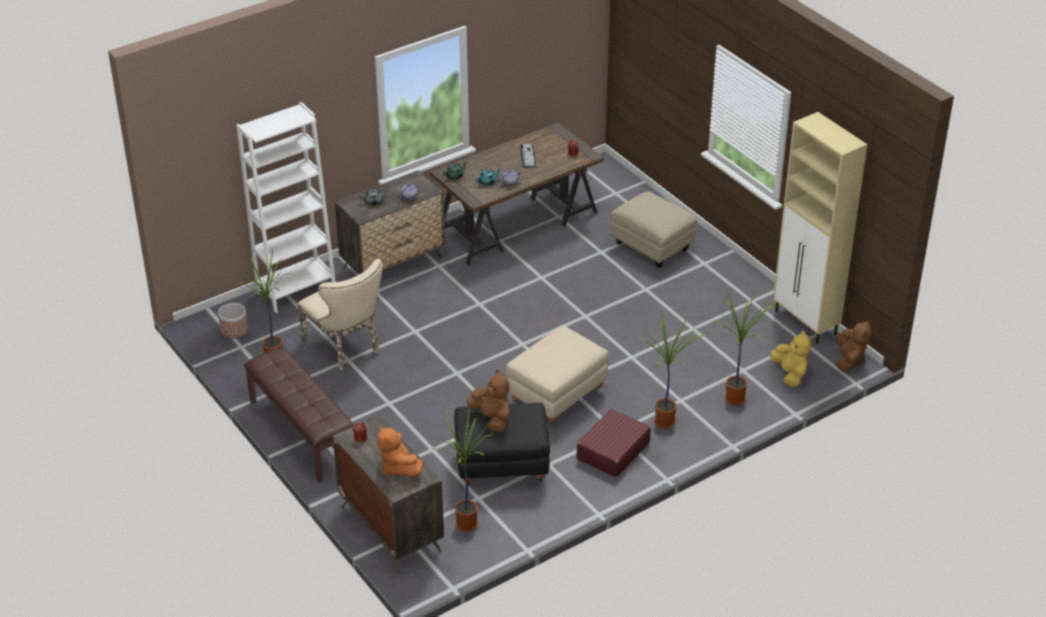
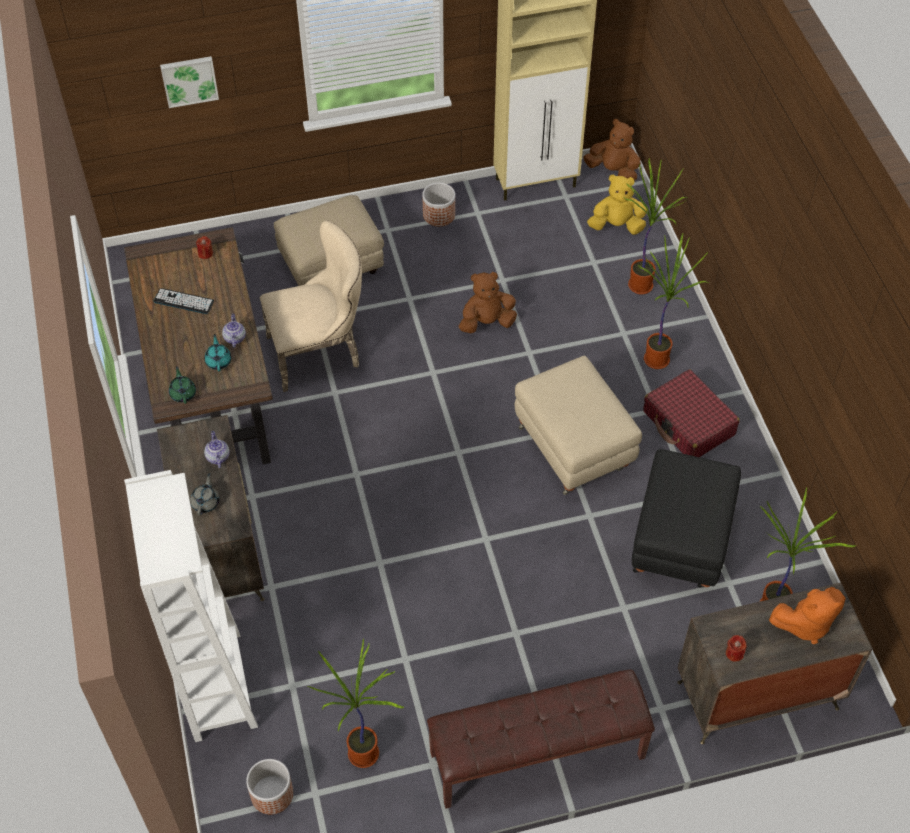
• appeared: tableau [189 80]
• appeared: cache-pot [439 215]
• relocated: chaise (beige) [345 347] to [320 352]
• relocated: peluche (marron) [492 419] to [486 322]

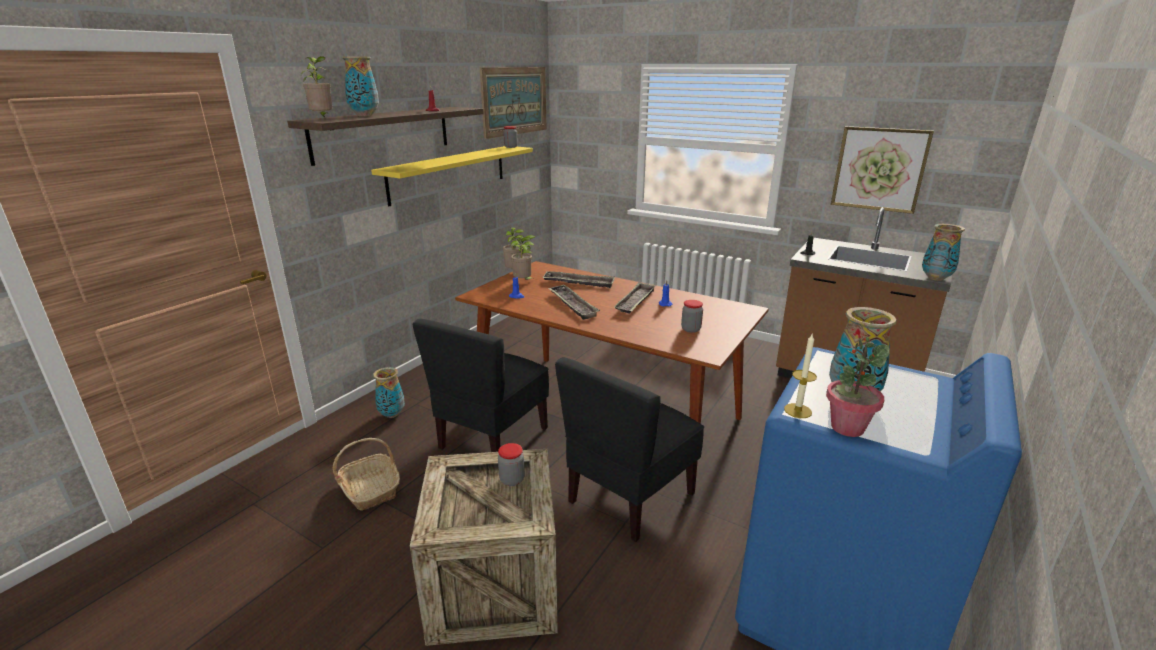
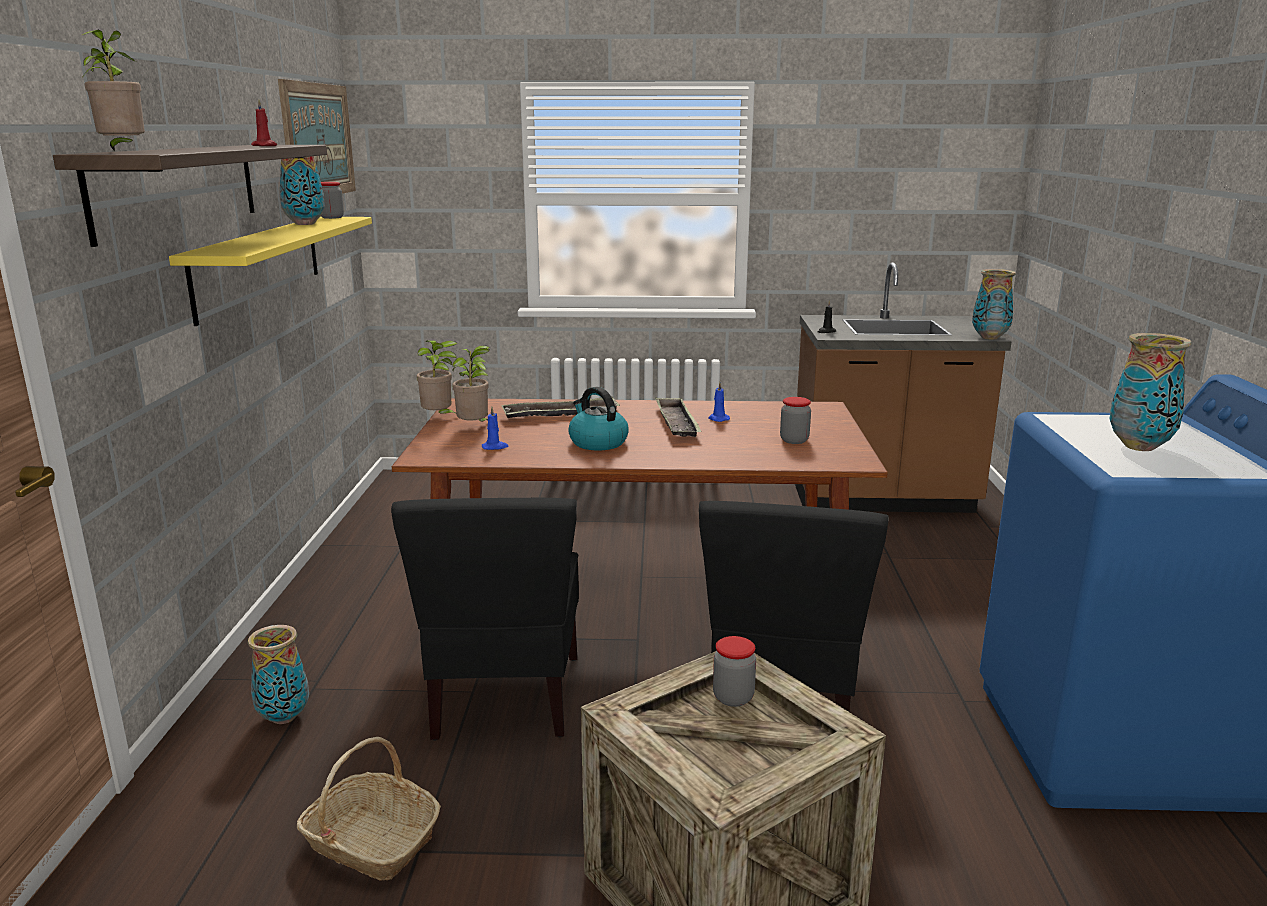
• missing: bougie [797 411]
• missing: plante en pot [847 427]
• missing: tableau [879 169]
• relocated: vase [364 116] to [304 224]
• exchanged: plateau [572 305] to bouilloire [597 442]

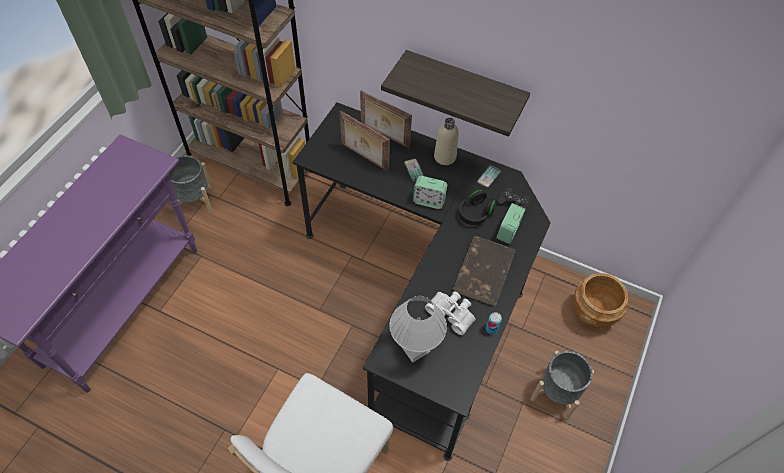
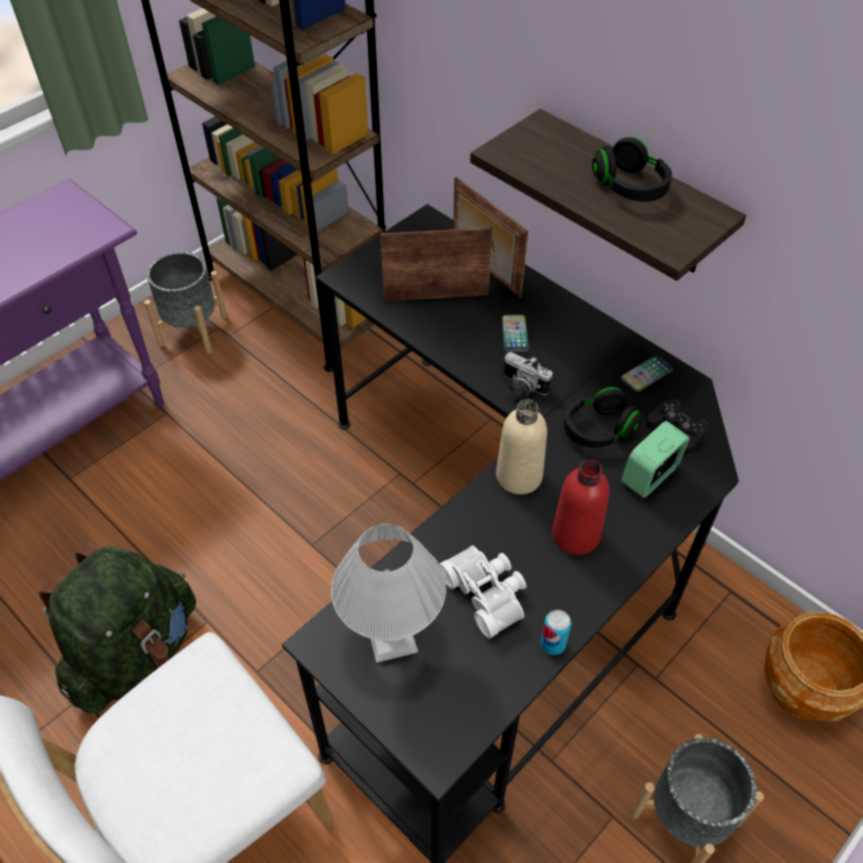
• appeared: sac à dos (vert) [135 653]
• appeared: casque audio (noir) [629 187]
• relocated: bouteille (beige) [445 157] to [519 476]
• exchanged: réveil [429 201] to appareil photo [521 389]
• exchanged: livre (marron) [483 272] to bouteille (rouge) [575 535]
• spun: cadre photo [364 158] = [436 296] 120 degrees clockwise

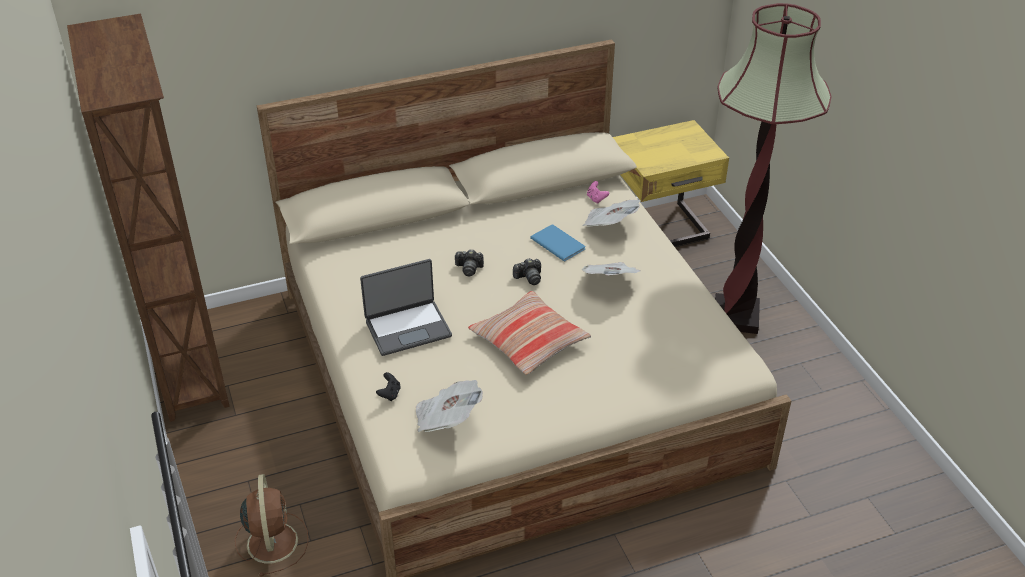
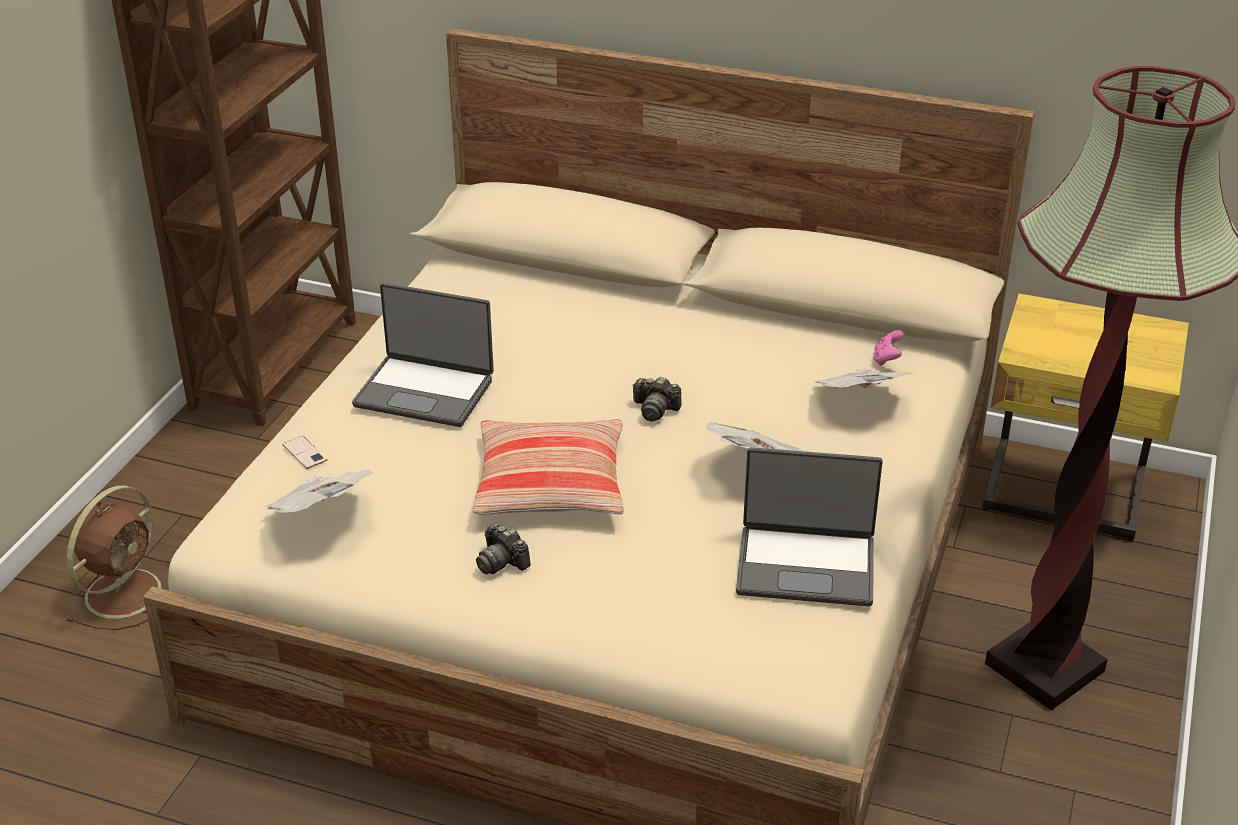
• missing: livre (bleu) [558 242]
• appeared: ordinateur portable [806 565]
• relocated: appareil photo [469 268] to [502 561]
• exchanged: manette (noir) [389 394] to téléphone [304 453]

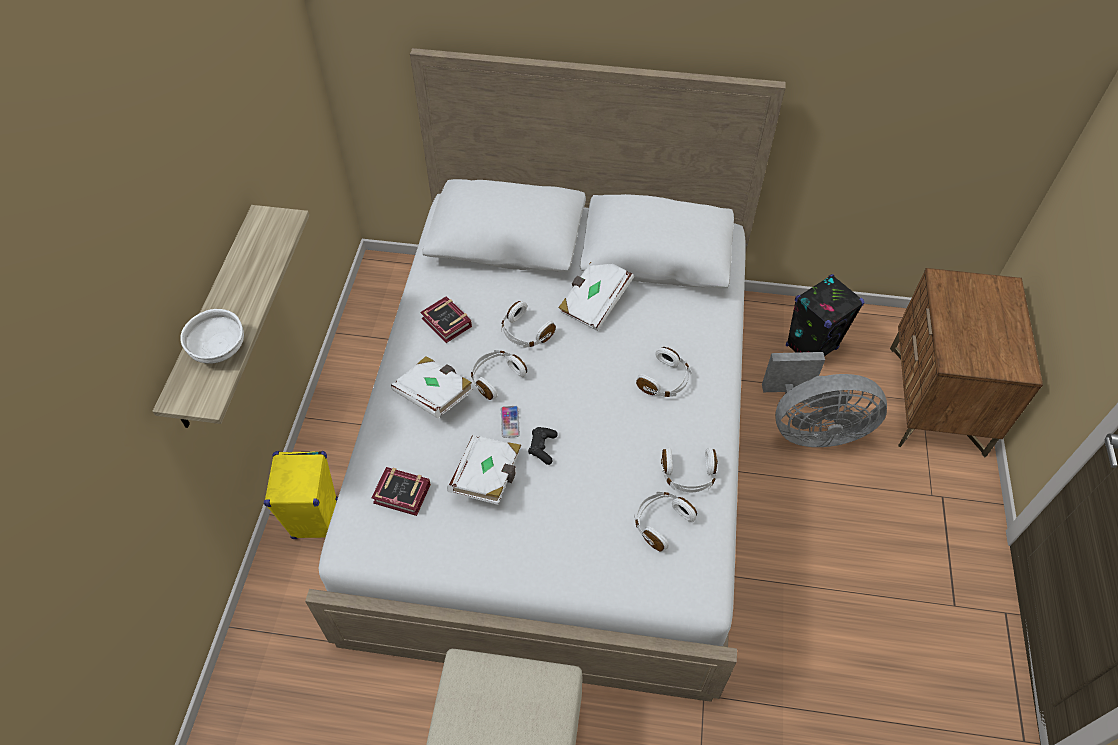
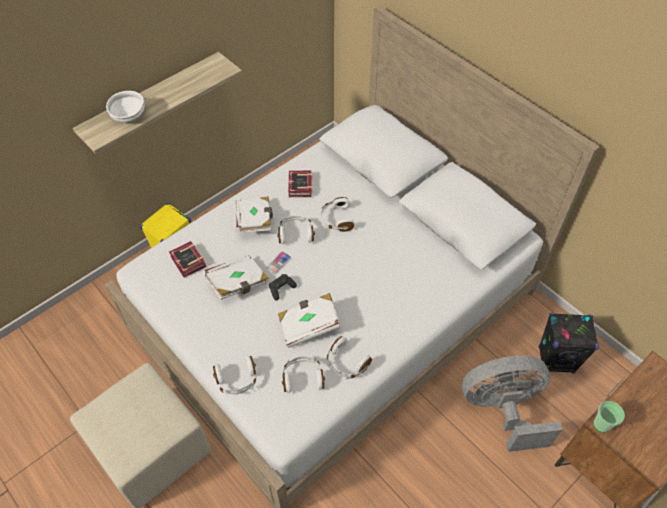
• appeared: tasse [601 424]
• relocated: livre (blanc) [594 302] to [309 325]
• relocated: casque audio (blanc) [665 381] to [237 380]
• spun: ventilateur (gris) [811 429] = [502 410] 135 degrees clockwise

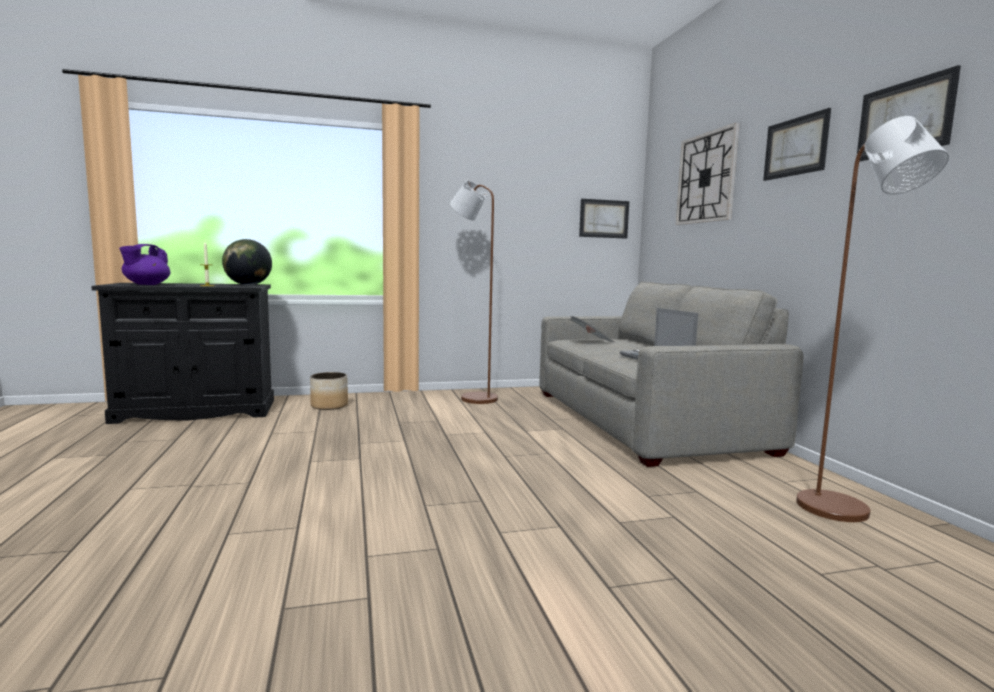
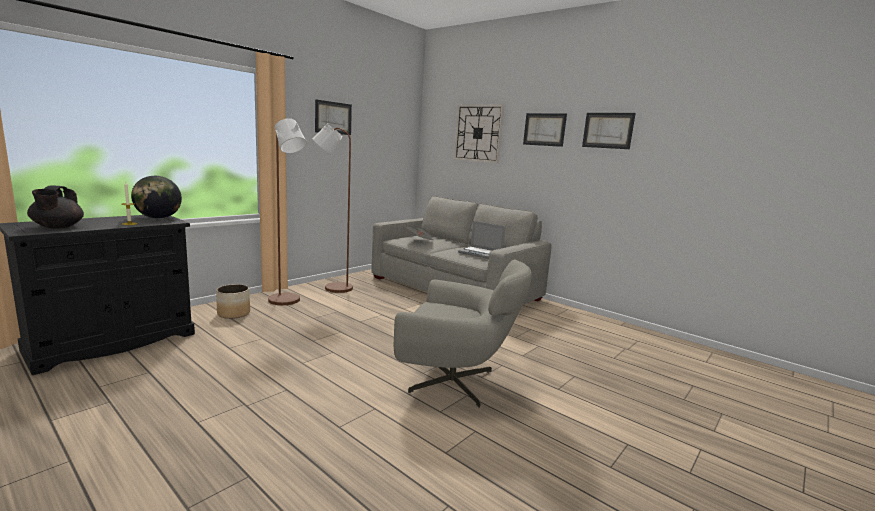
• appeared: fauteuil (gris) [456 382]
• relocated: tableau [604 218] to [333 118]
• relocated: lampadaire (marron) [842 513] to [287 301]
• colour: théière (violet) [146 284] to théière (noir) [57 227]

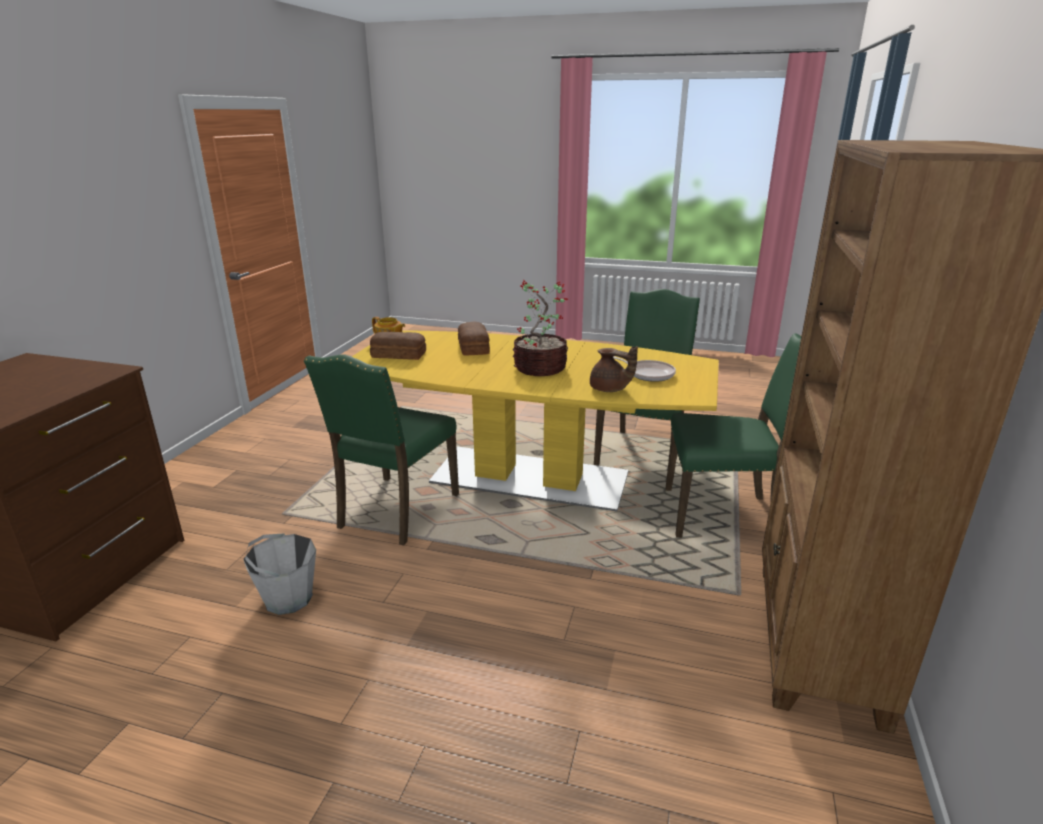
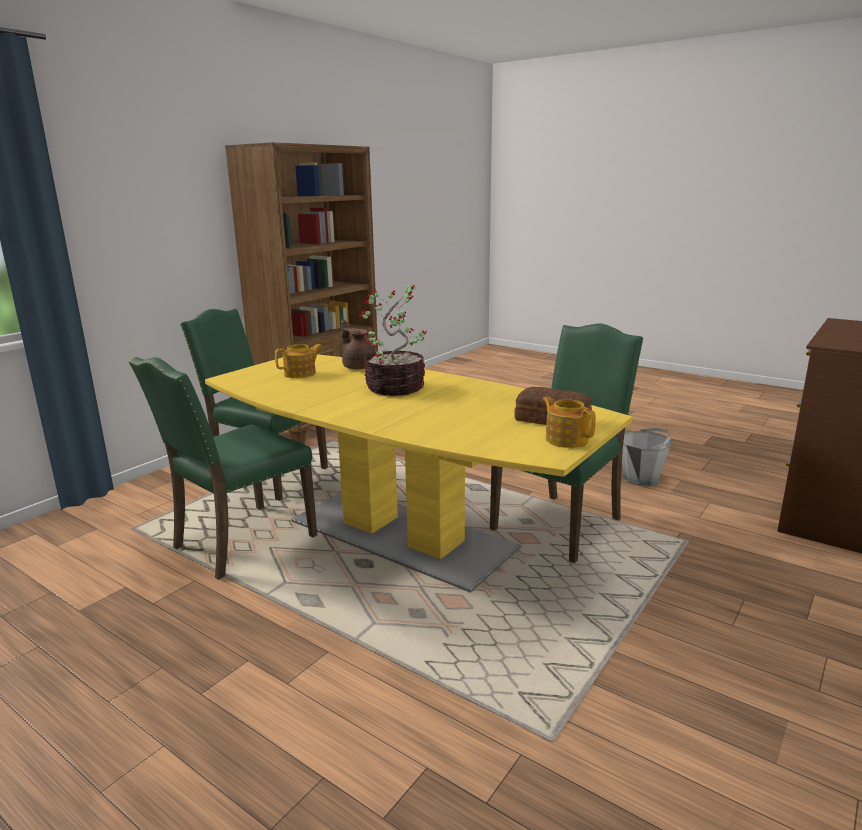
• missing: pain [474 347]
• exchanged: poêle [648 374] to théière [301 374]

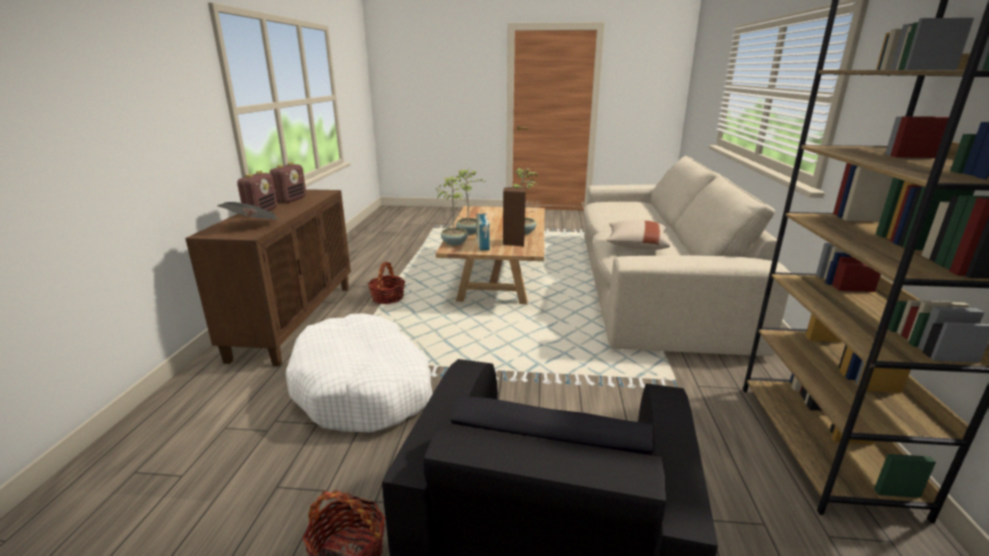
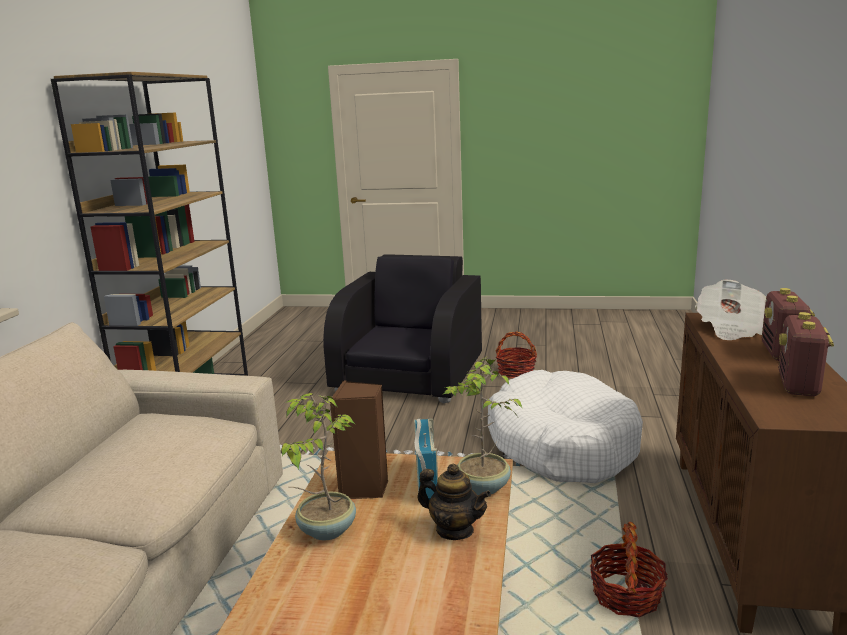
• missing: coussin (beige) [636 246]
• exchanged: plante en pot [469 232] to théière [454 530]

